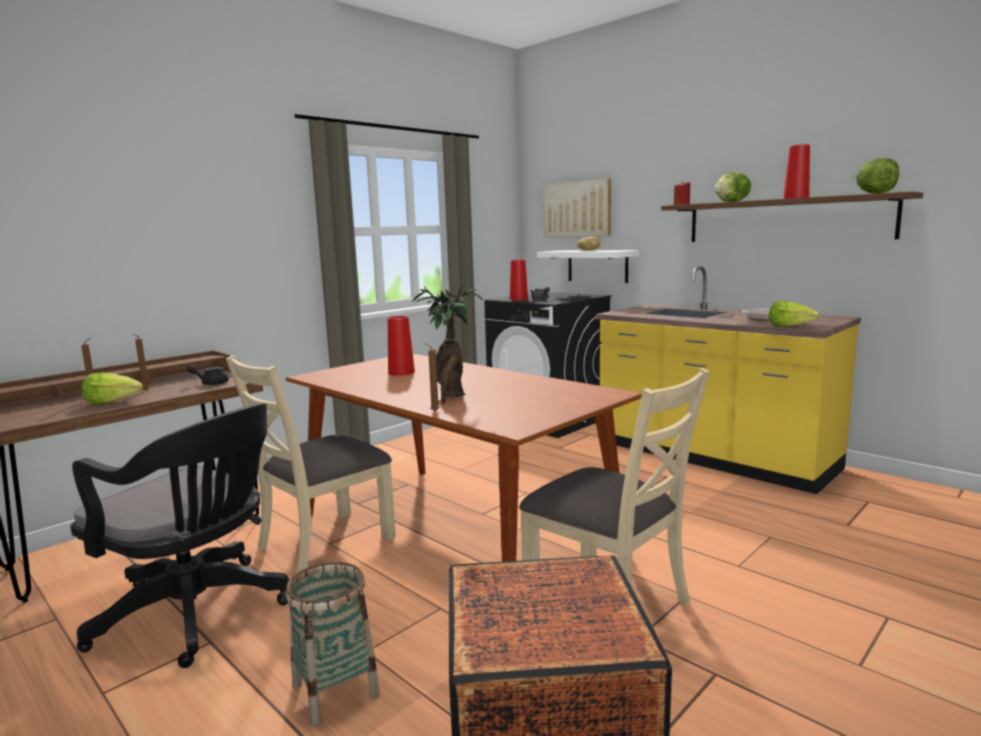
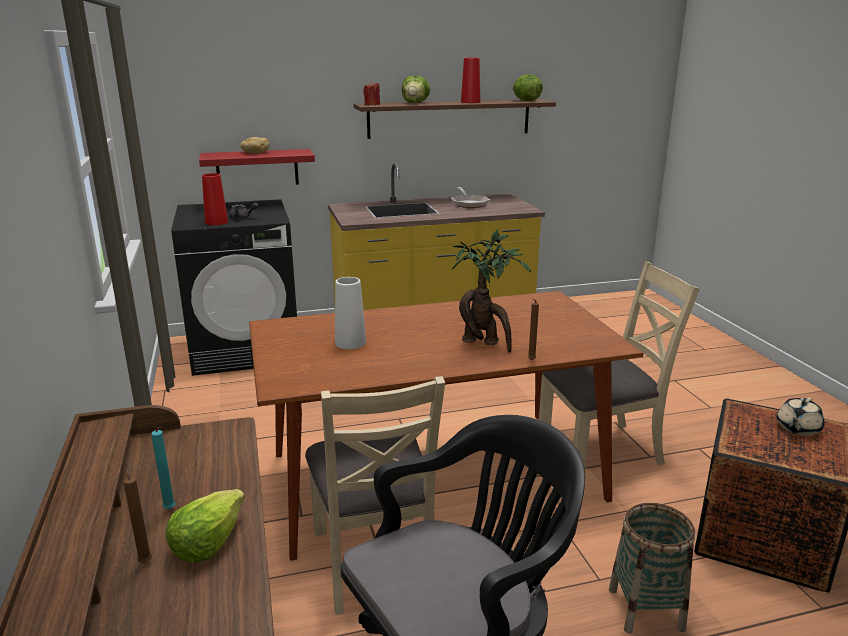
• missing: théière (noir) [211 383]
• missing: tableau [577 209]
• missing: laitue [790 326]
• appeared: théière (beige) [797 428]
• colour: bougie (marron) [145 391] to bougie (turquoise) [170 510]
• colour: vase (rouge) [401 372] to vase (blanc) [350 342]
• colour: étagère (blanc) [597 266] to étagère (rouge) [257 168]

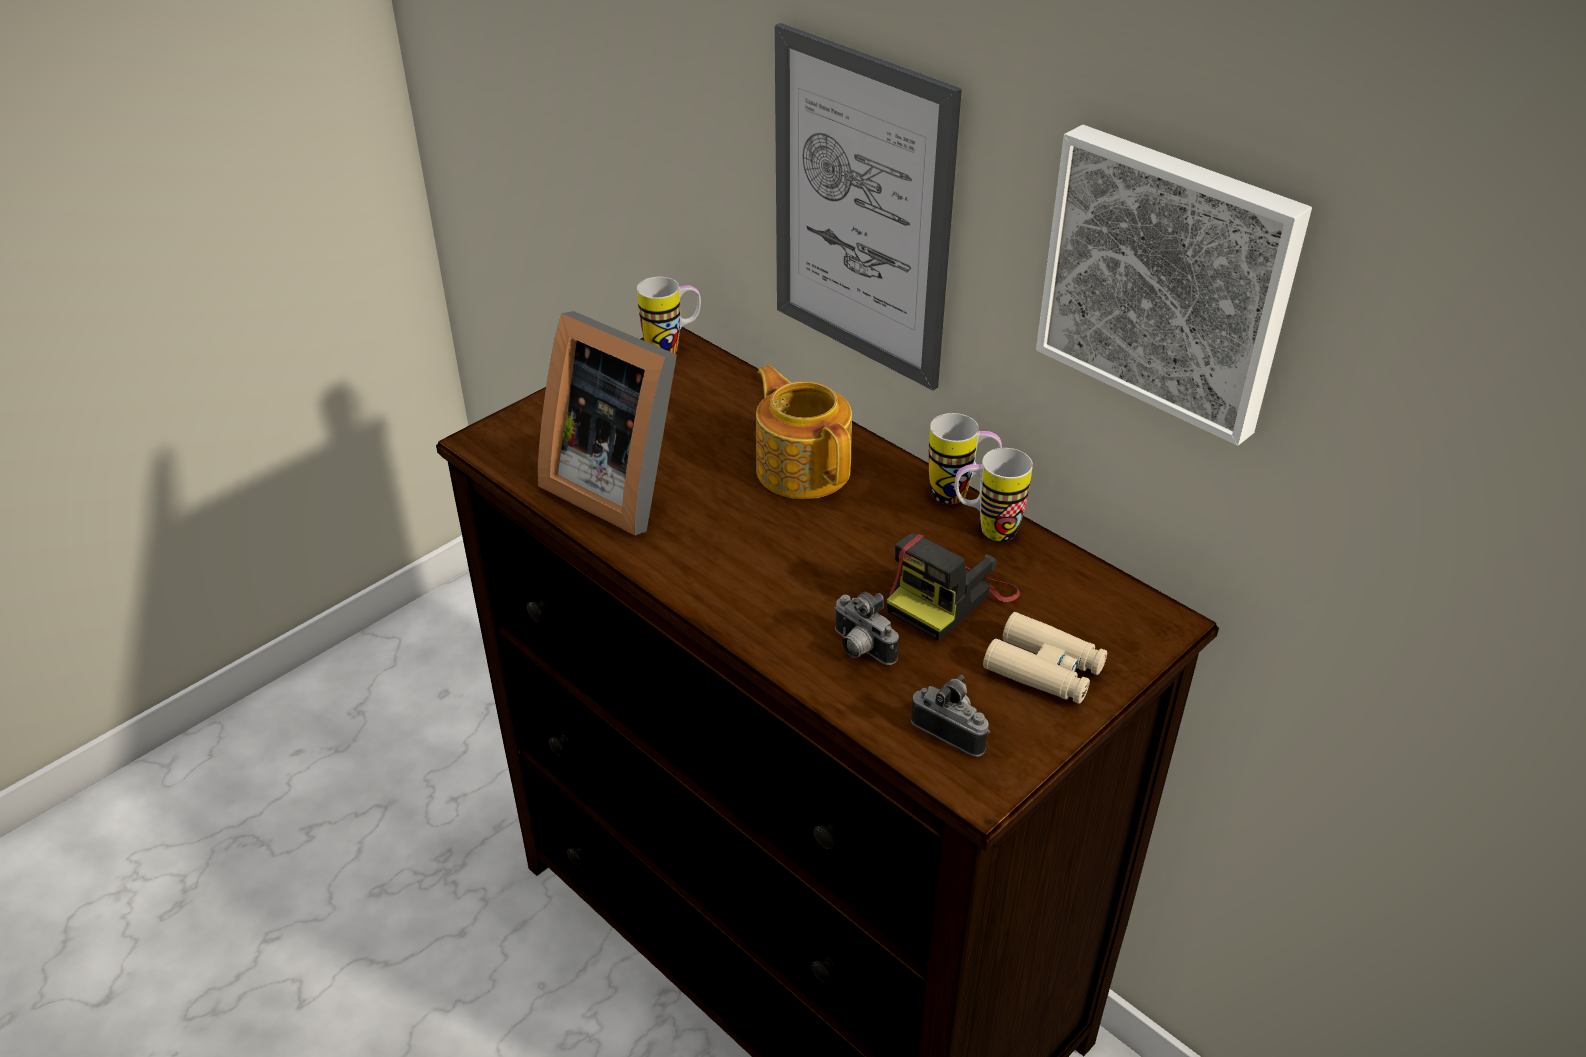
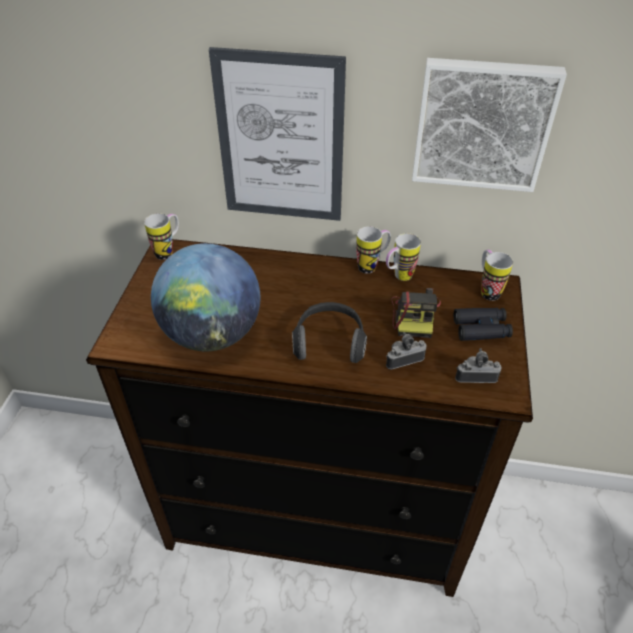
• missing: théière [803 468]
• appeared: casque audio [329 342]
• appeared: mug [487 290]
• exchanged: cadre photo [619 485] to globe [212 334]
• colour: jumelles (beige) [1044 669] to jumelles (noir) [481 329]
• spun: appareil photo [860 649] = [403 359] 150 degrees clockwise

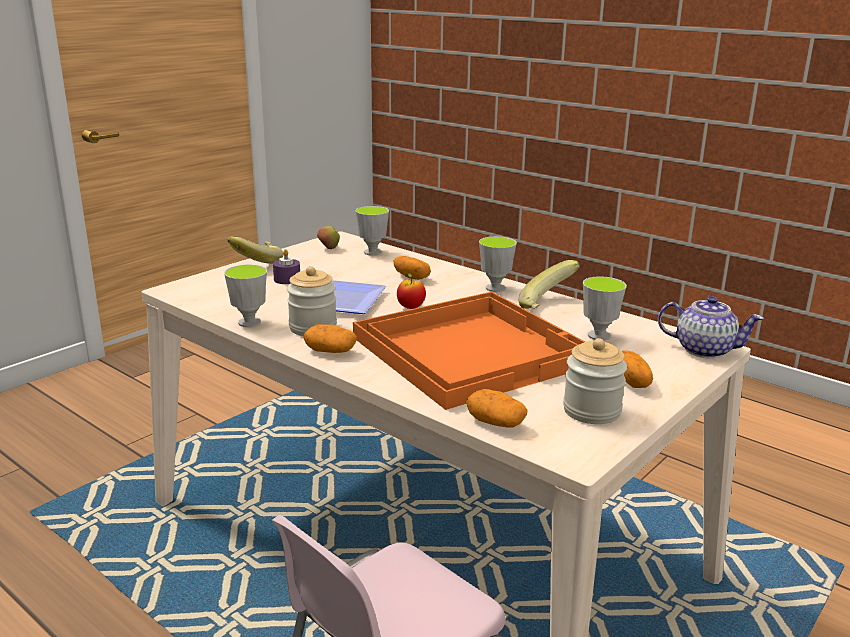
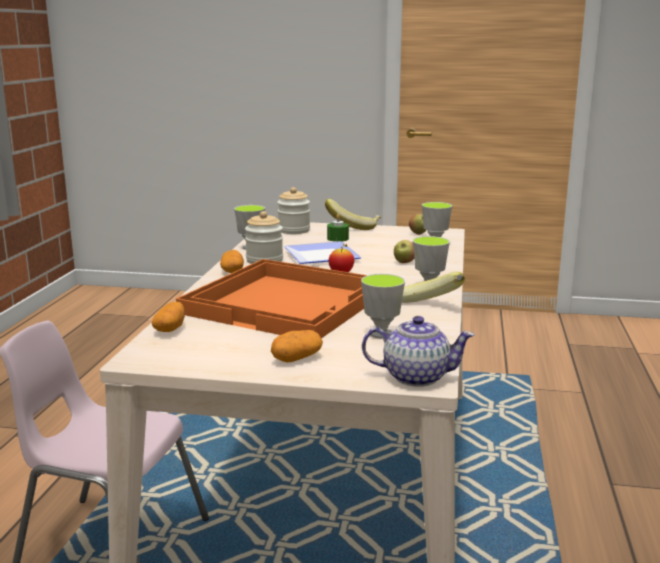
• relocated: bocal [591 411] to [294 230]
• exchanged: pomme de terre [412 277] to pomme [404 262]
• colour: bougie (violet) [287 279] to bougie (vert) [338 238]
• spun: théière [703 349] = [415 376] 75 degrees counterclockwise

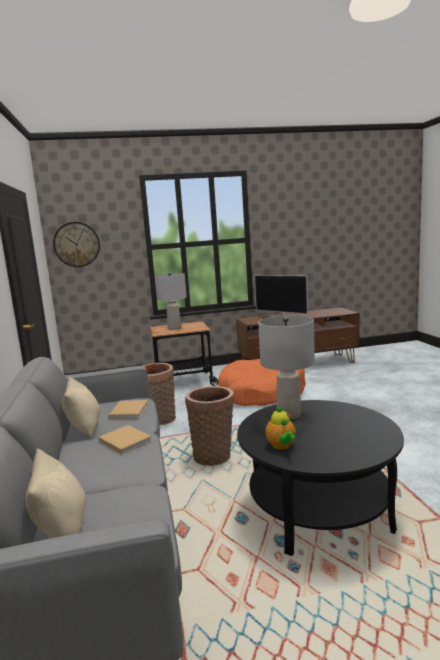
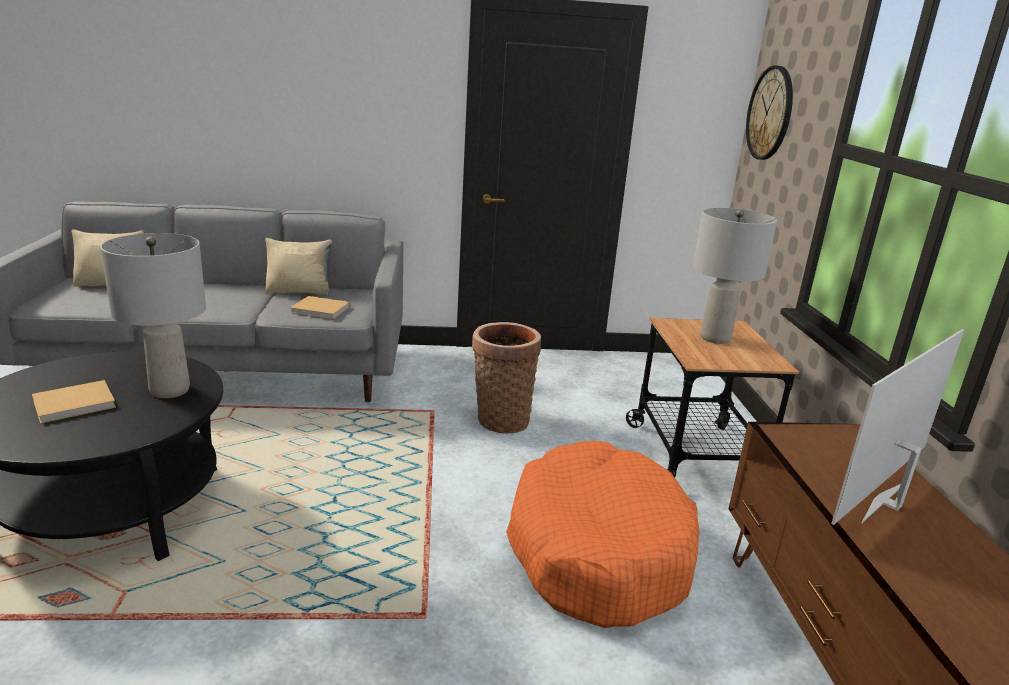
• missing: panier [214 455]
• missing: théière [282 446]
• relocated: livre (beige) [124 440] to [77 403]

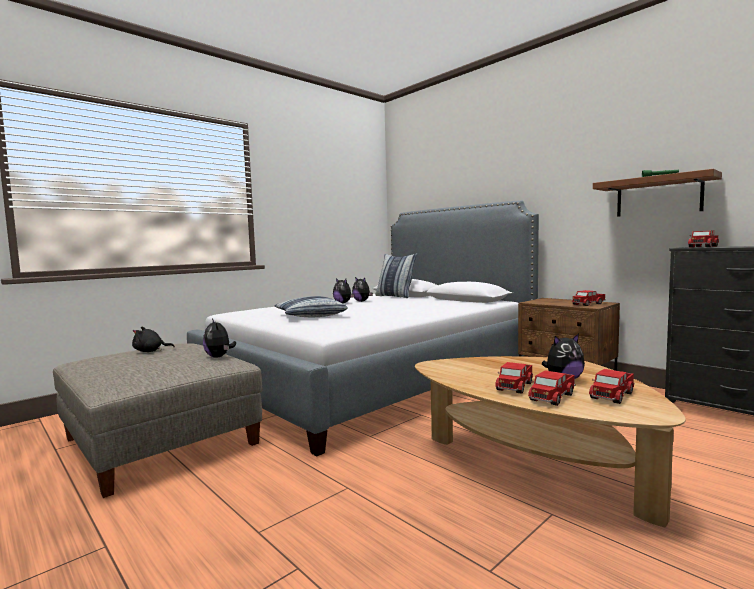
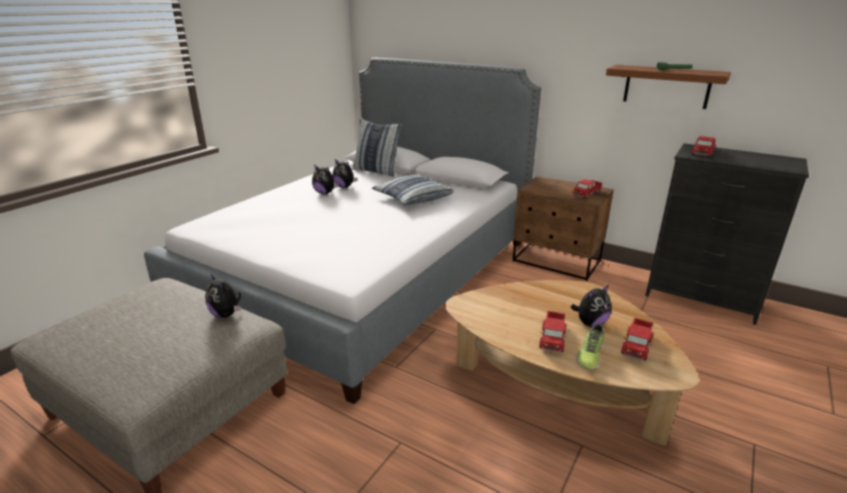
• missing: peluche (noir) [150 351]
• relocated: coussin [310 315] to [412 198]
• exchanged: camion jouet [552 397] to chaussure [589 354]

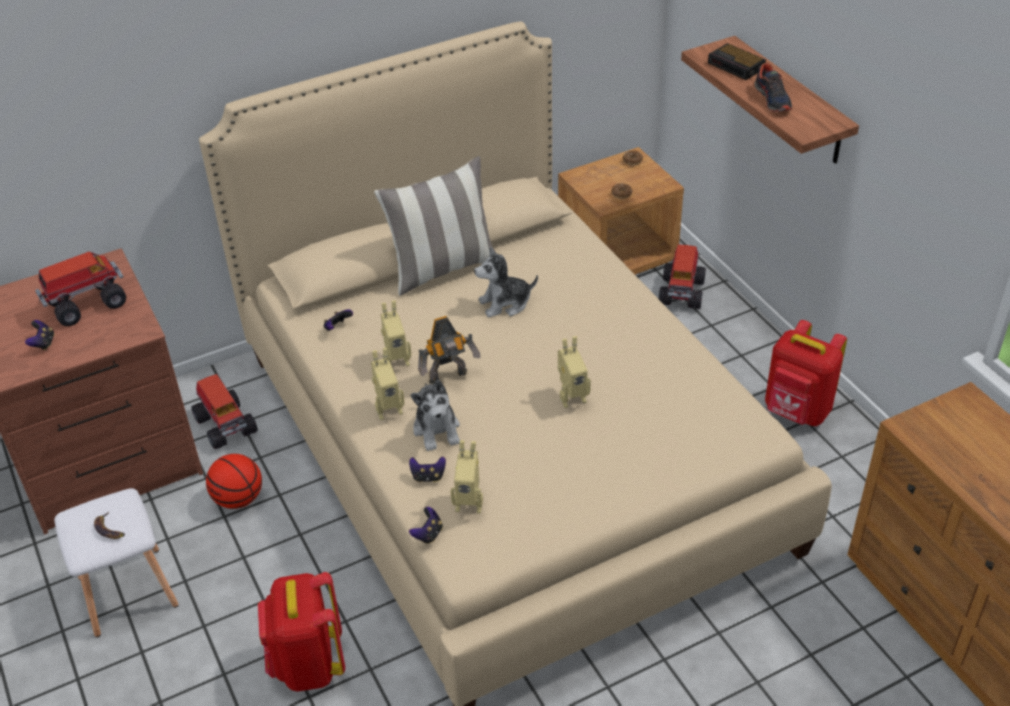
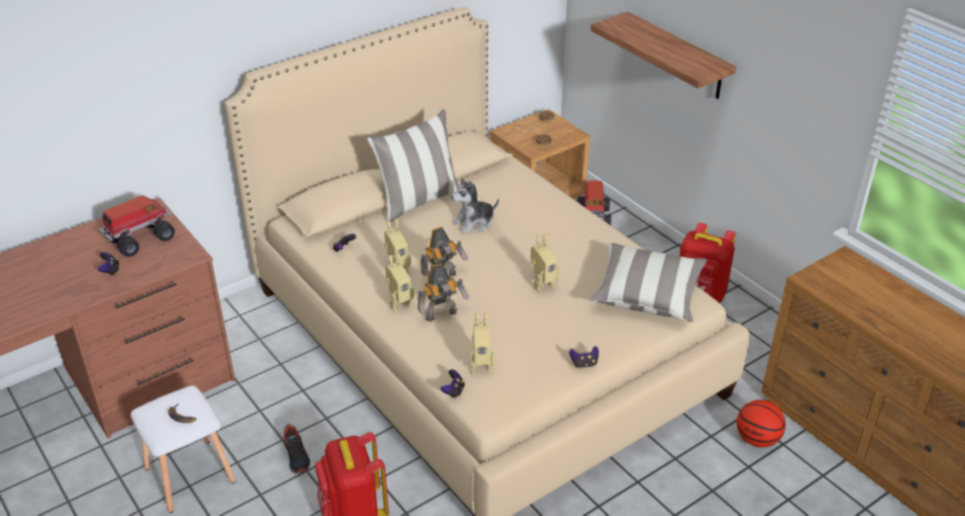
• missing: camion jouet [225 424]
• missing: réveil [737 66]
• appeared: coussin [647 294]
• relocated: ballon de basket [238 499] to [757 439]
• relocated: manette [428 477] to [584 364]
• relocated: chaussure [773 99] to [296 456]
• exchanged: peluche [437 430] to robot jouet [442 316]

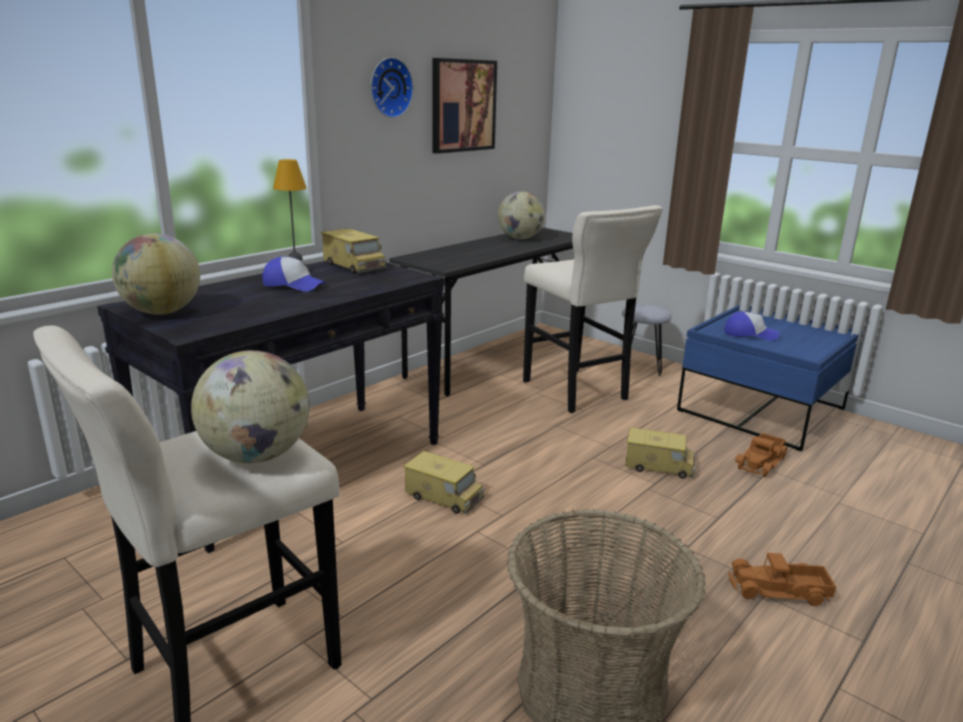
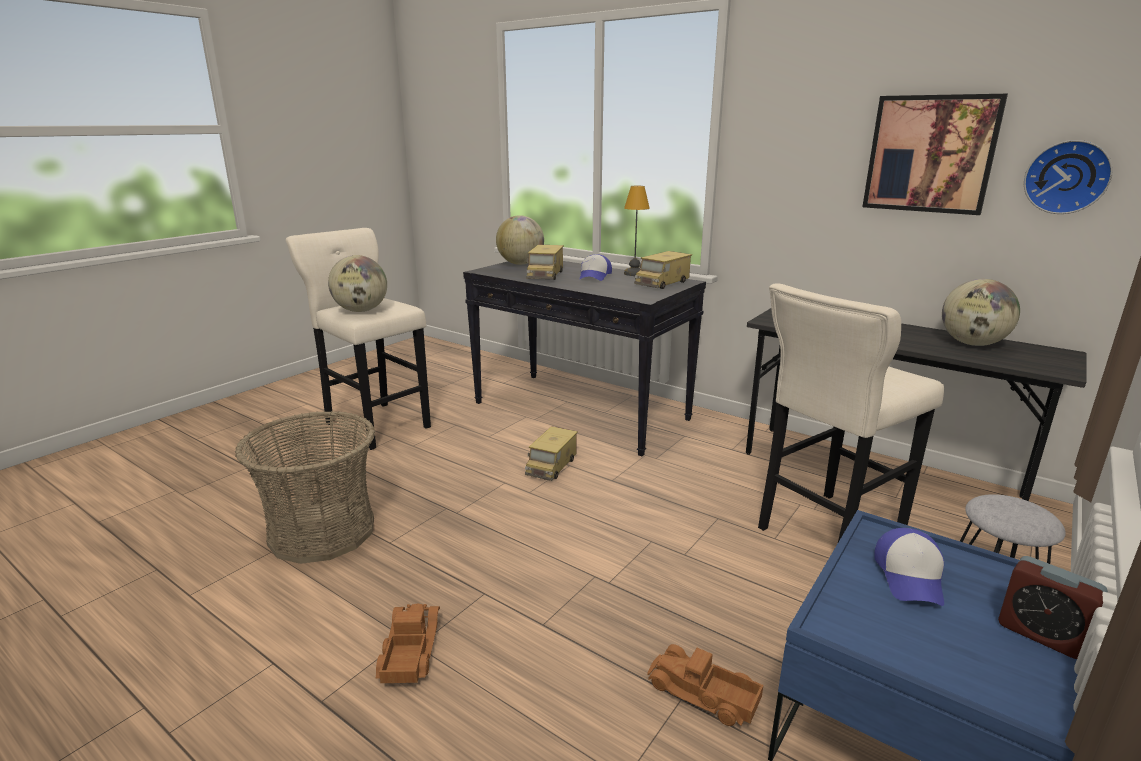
• appeared: réveil [1041 634]
• relocated: horloge murale [389 87] to [1066 177]
• relocated: camion jouet [659 466] to [545 275]

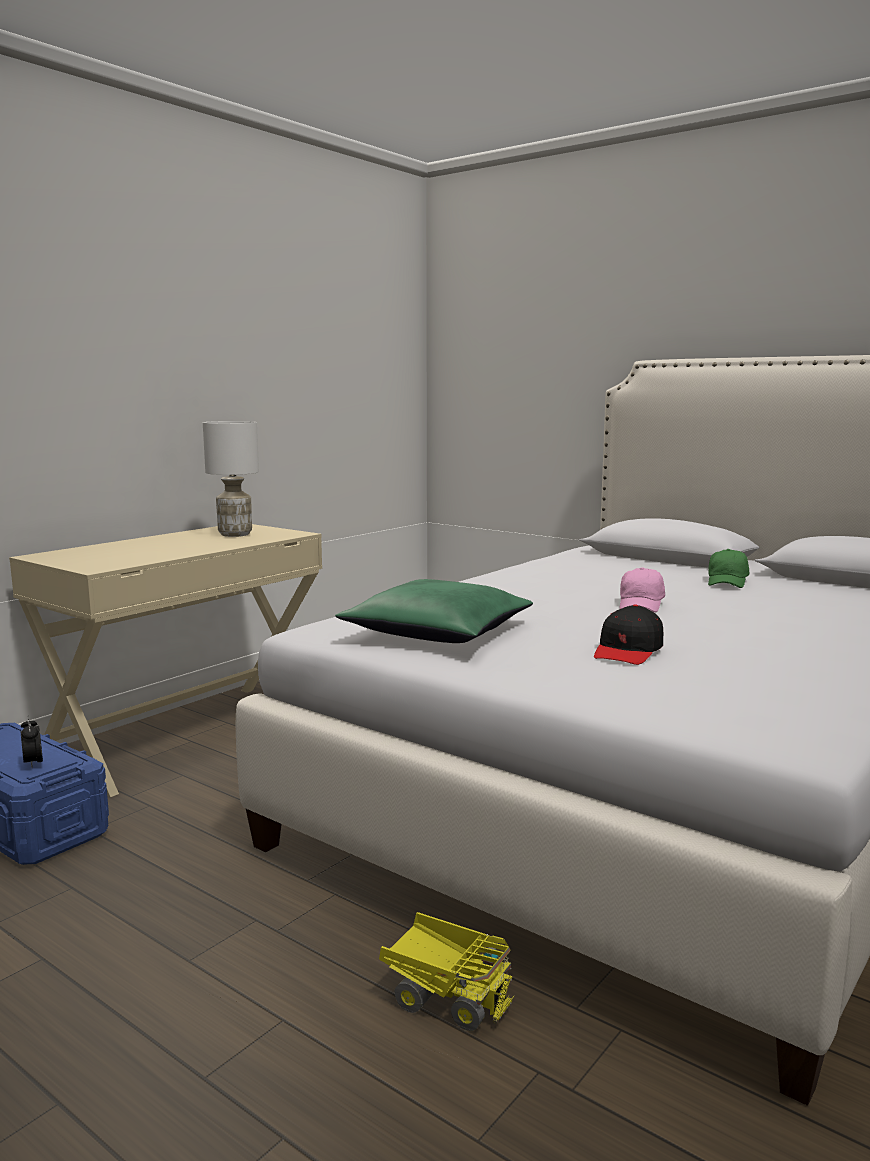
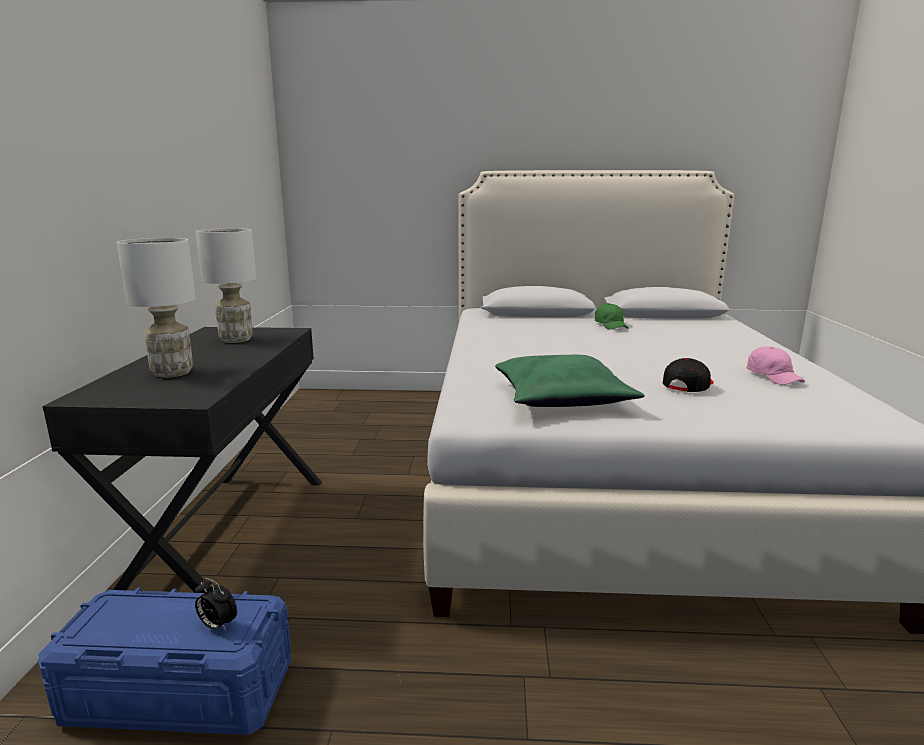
• missing: camion jouet [446 997]
• appeared: lampe de table (blanc) [171 373]
• relocated: casquette (rose) [641 605] to [773 377]
• colour: bureau (beige) [187 734] to bureau (noir) [227 538]
• spun: casquette (noir) [628 651] = [688 385] 135 degrees counterclockwise

